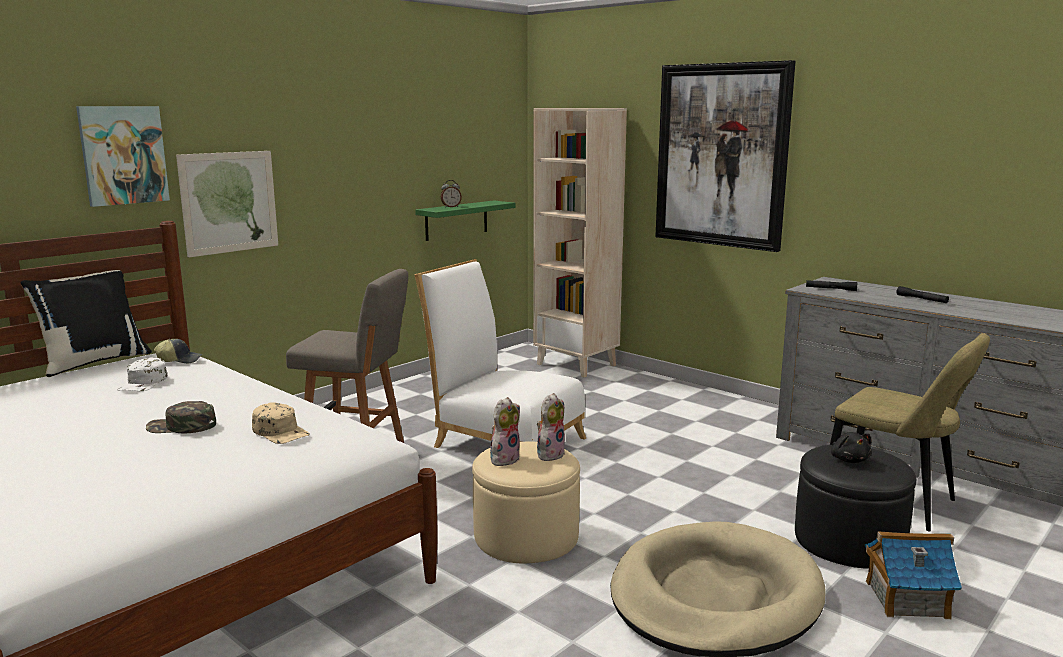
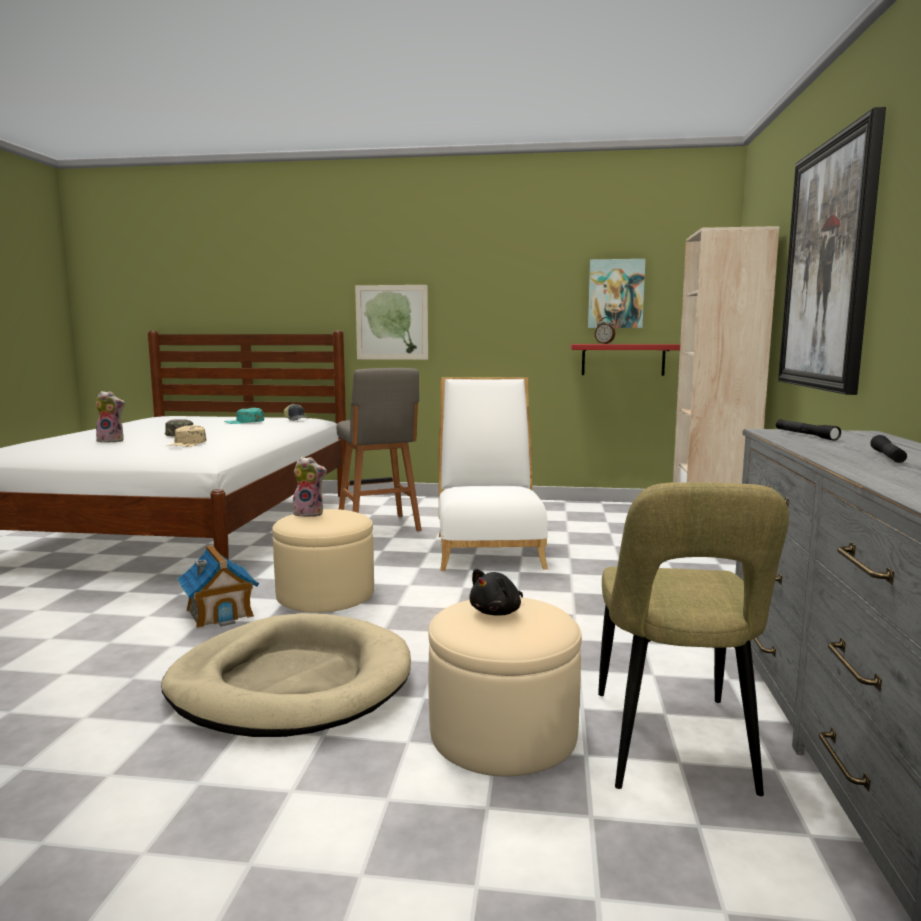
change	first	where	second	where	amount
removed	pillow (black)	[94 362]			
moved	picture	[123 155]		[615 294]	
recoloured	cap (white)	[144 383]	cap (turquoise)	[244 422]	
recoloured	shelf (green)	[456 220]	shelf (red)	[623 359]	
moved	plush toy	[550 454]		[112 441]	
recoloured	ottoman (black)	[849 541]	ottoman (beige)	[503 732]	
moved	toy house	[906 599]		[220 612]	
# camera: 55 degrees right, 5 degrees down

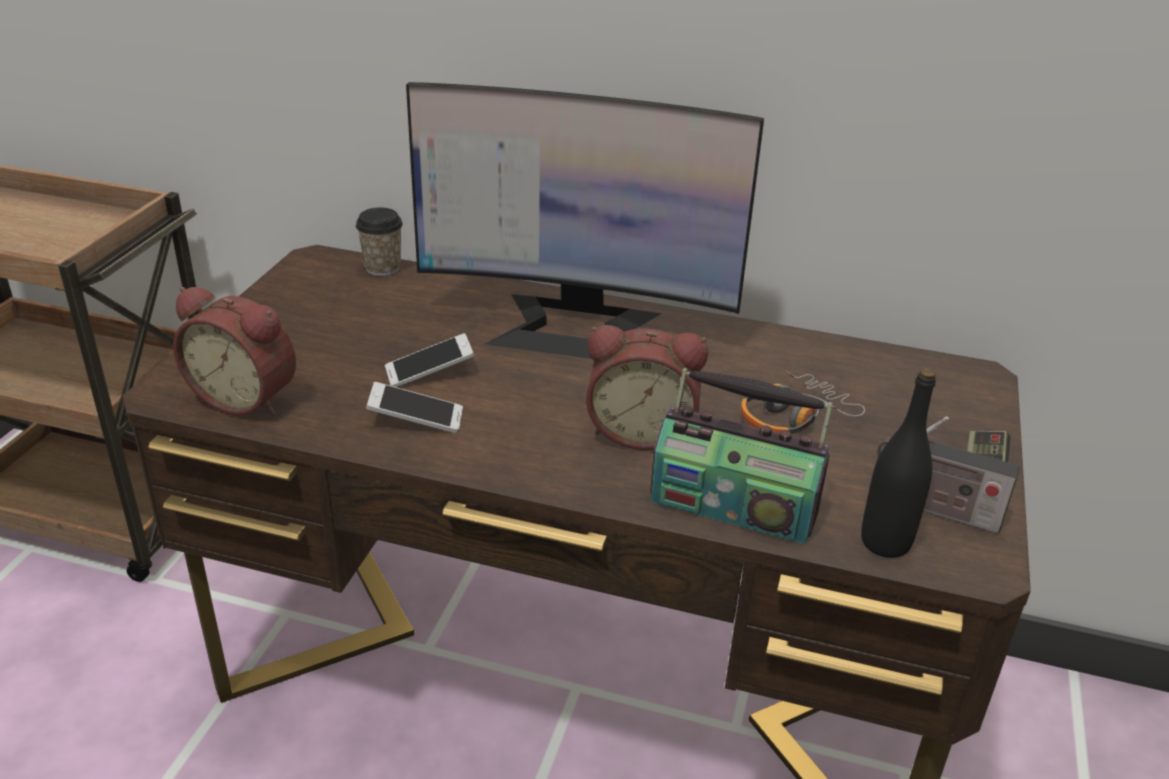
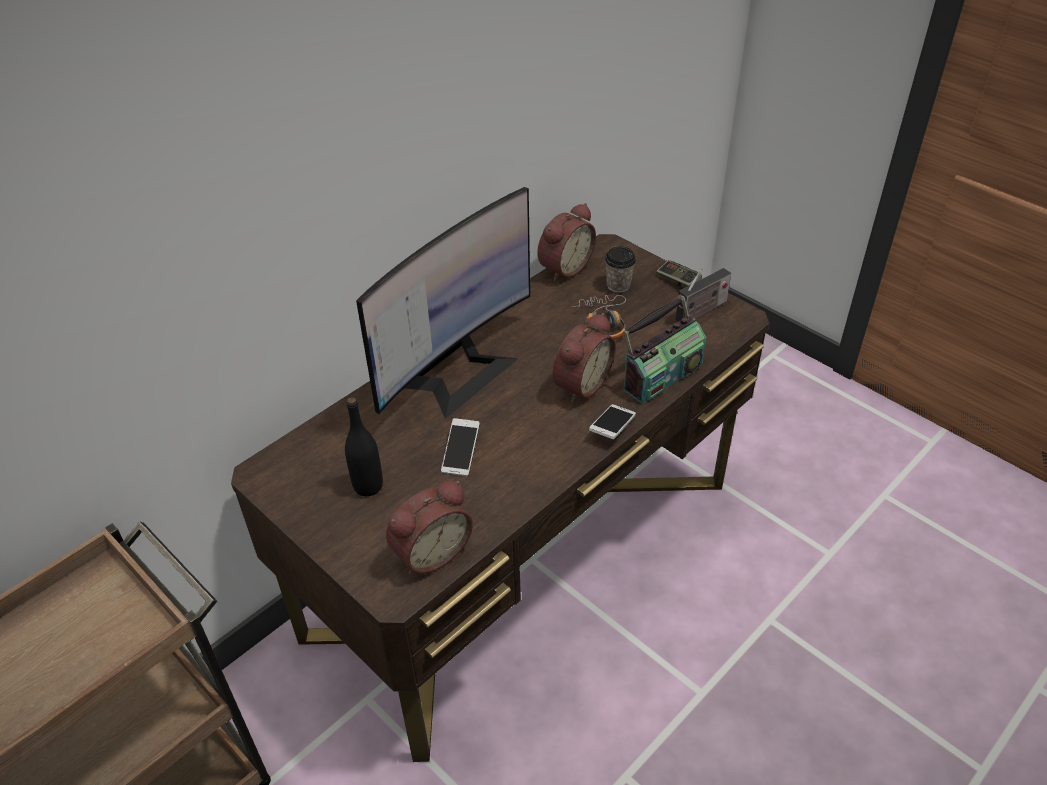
change	first	where	second	where	amount
moved	cup	[382 268]		[618 285]	
moved	phone	[416 419]		[612 428]	
moved	bottle (black)	[885 542]		[368 486]	
added			alarm clock	[563 267]	
# camera: 60 degrees left, 10 degrees up

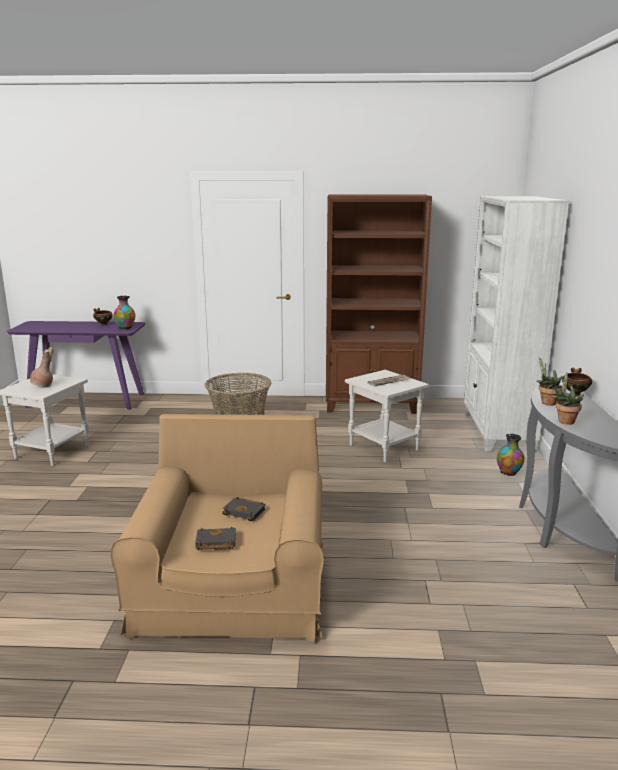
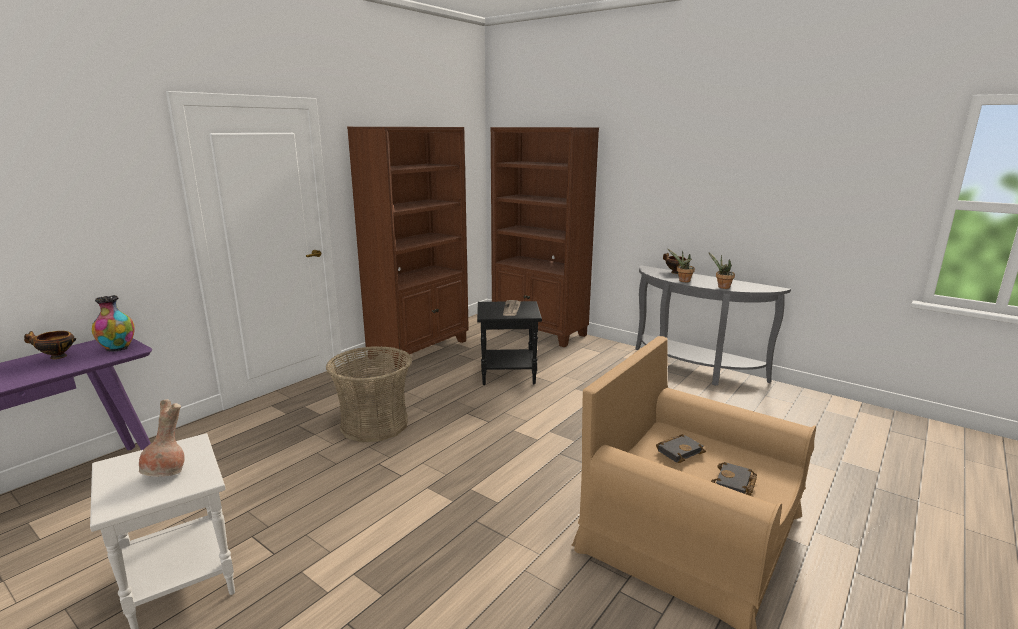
change	first	where	second	where	amount
recoloured	side table (white)	[385 447]	side table (black)	[508 374]	
recoloured	bookcase (white)	[497 432]	bookcase (brown)	[539 332]	
removed	vase	[509 473]			
# camera: 55 degrees left, 0 degrees up

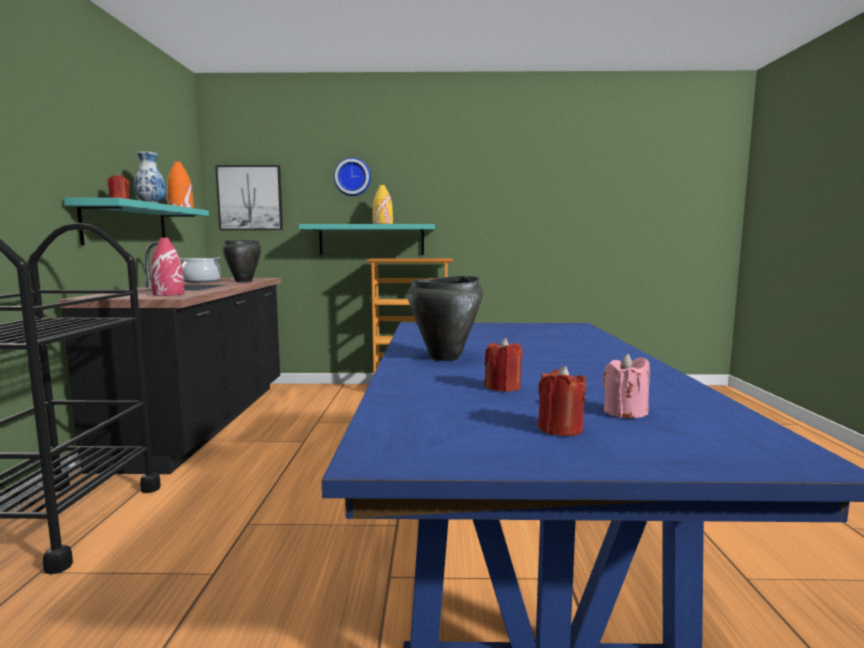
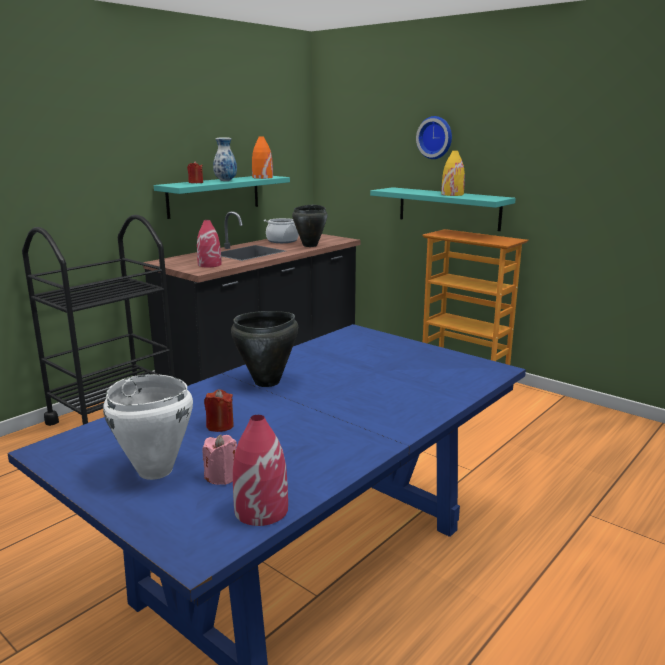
change	first	where	second	where	amount
removed	picture	[250 198]			
replaced	candle (red)	[560 429]	cooking pot (white)	[155 471]	
added			vase (red)	[261 510]	
# camera: 40 degrees right, 10 degrees up

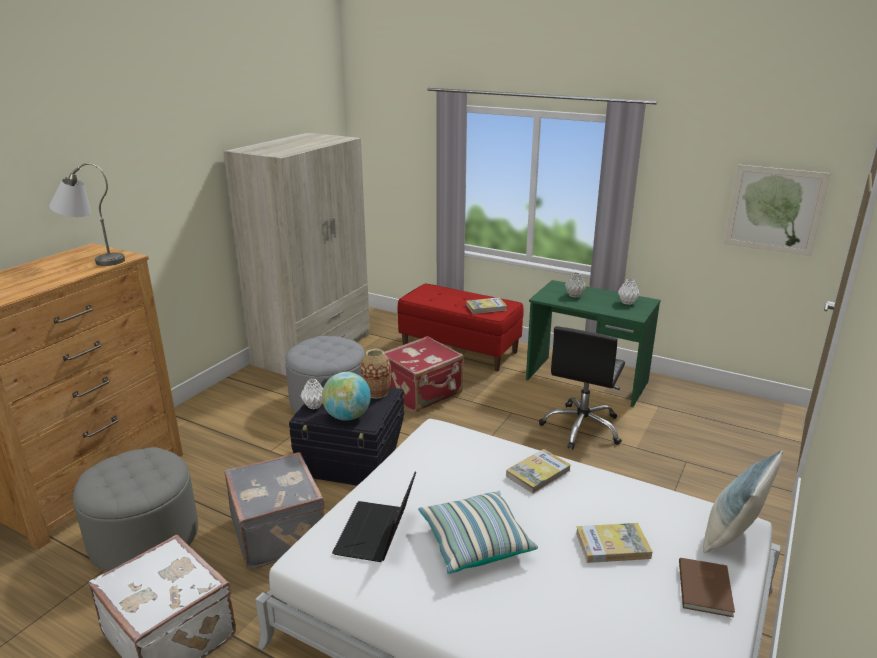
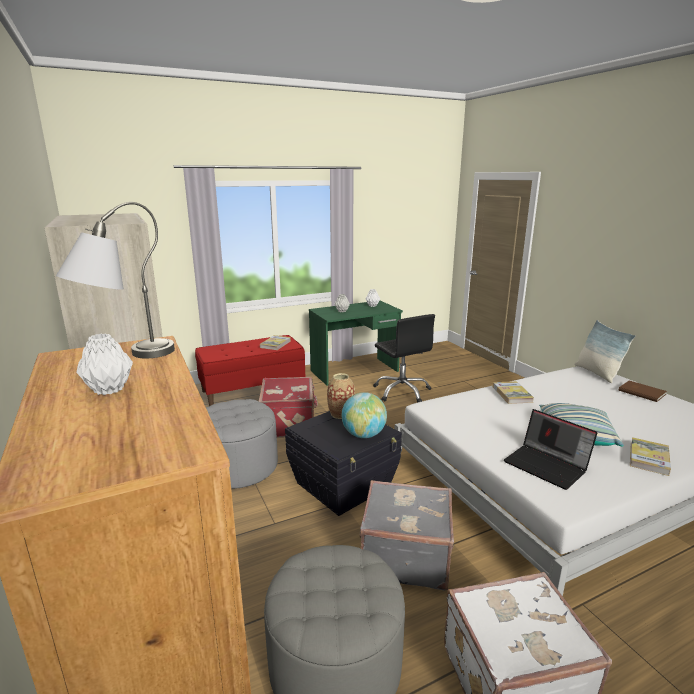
change	first	where	second	where	amount
moved	vase (white)	[314 406]		[108 390]	
moved	book	[612 545]		[648 458]	
removed	picture	[774 210]			
# camera: 55 degrees left, 5 degrees down

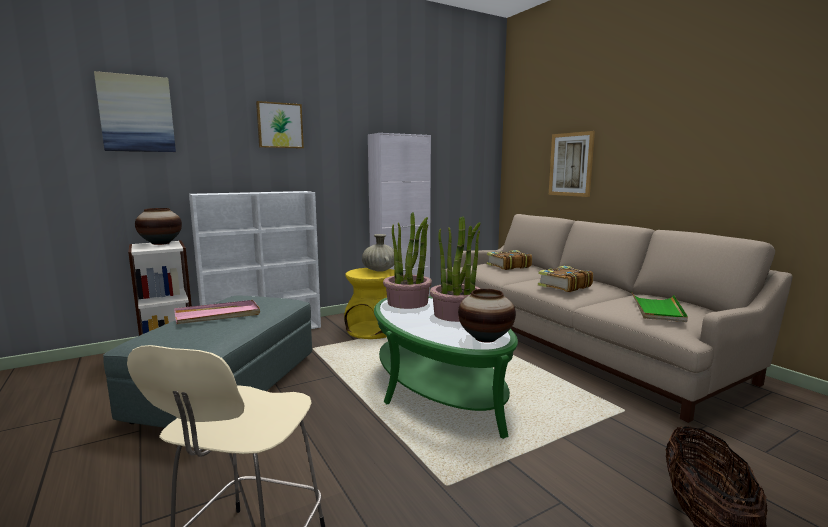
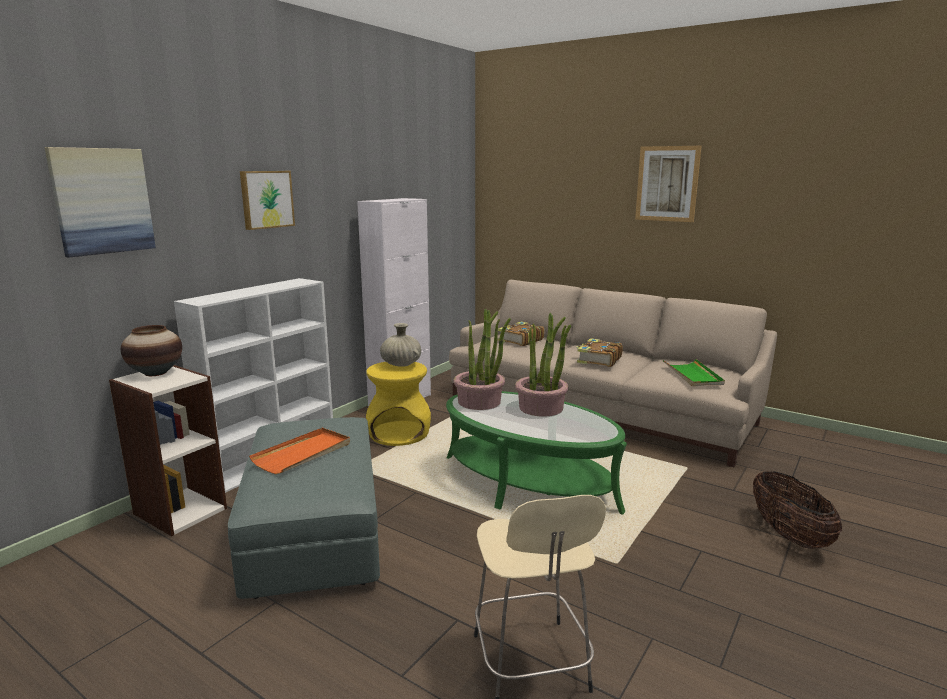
change	first	where	second	where	amount
recoloured	tray (pink)	[218 315]	tray (orange)	[303 453]	
removed	vase	[485 338]			
moved	picture	[571 164]		[667 184]	
# camera: 25 degrees left, 5 degrees up

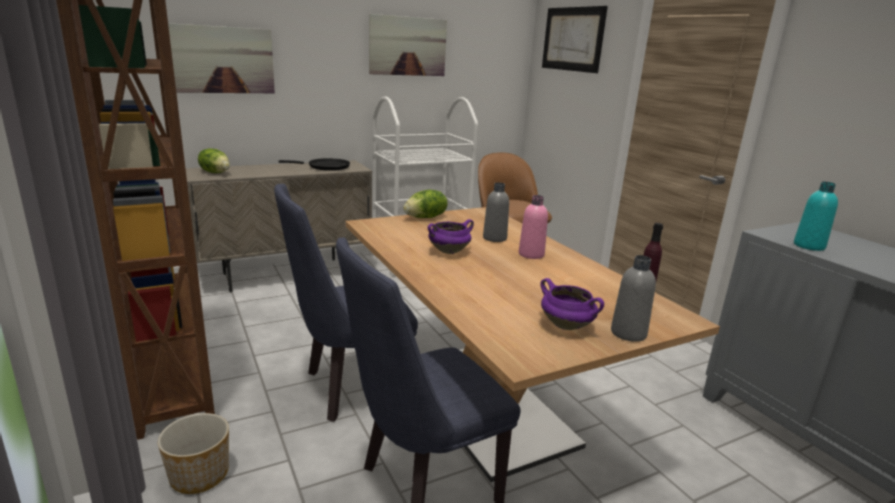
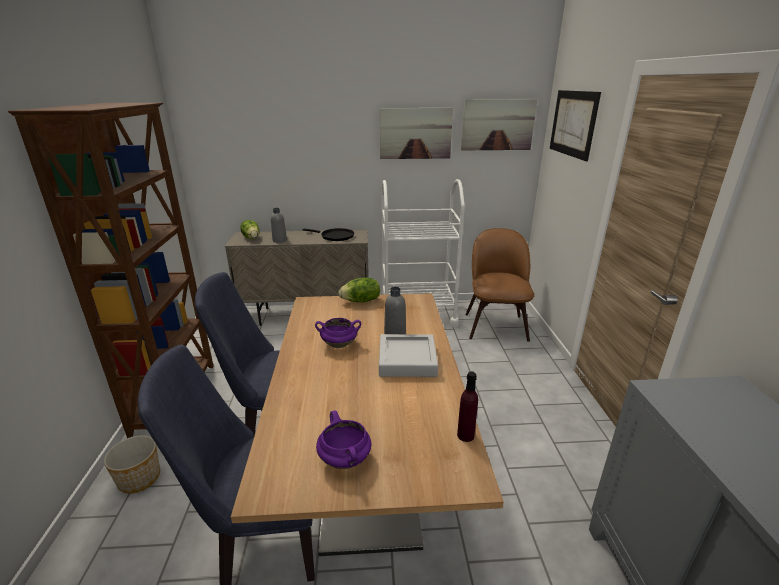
change	first	where	second	where	amount
moved	picture	[223 60]		[497 125]	
replaced	bottle (pink)	[531 254]	tray (grey)	[407 360]	
moved	bottle (grey)	[628 333]		[279 240]	
removed	bottle (turquoise)	[809 246]			
# camera: 25 degrees right, 5 degrees up

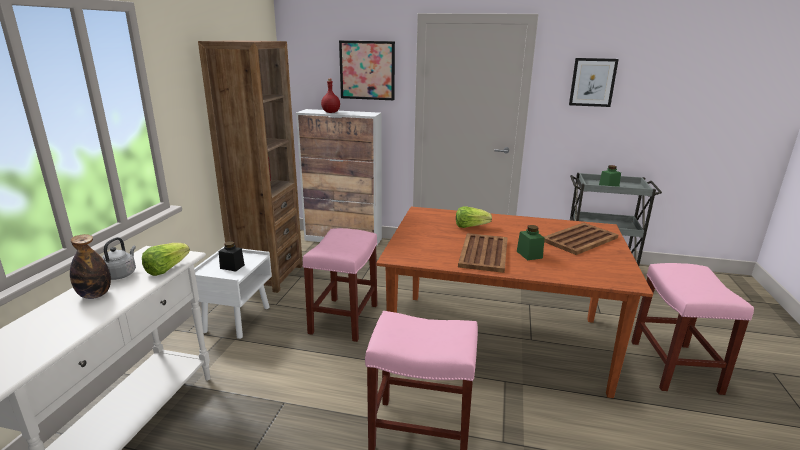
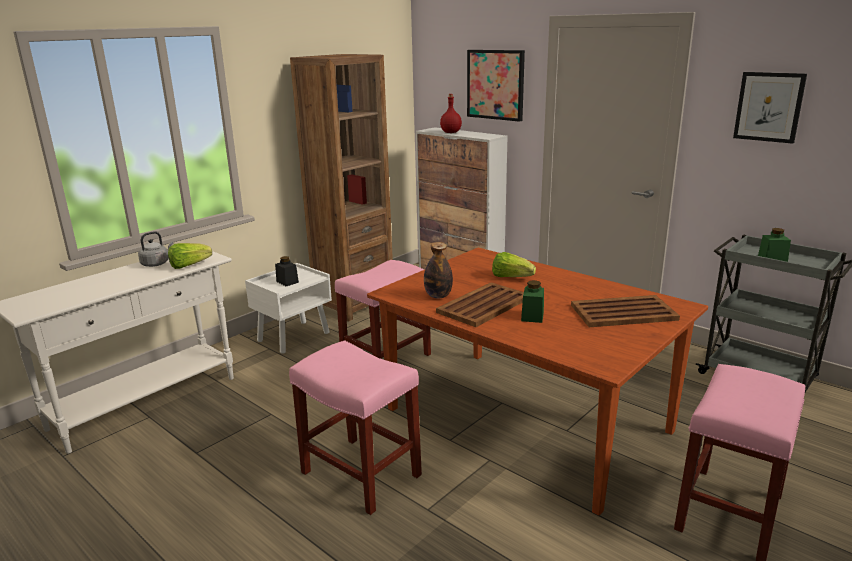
change	first	where	second	where	amount
moved	bottle	[95 295]		[438 296]	
# camera: 30 degrees right, 0 degrees up

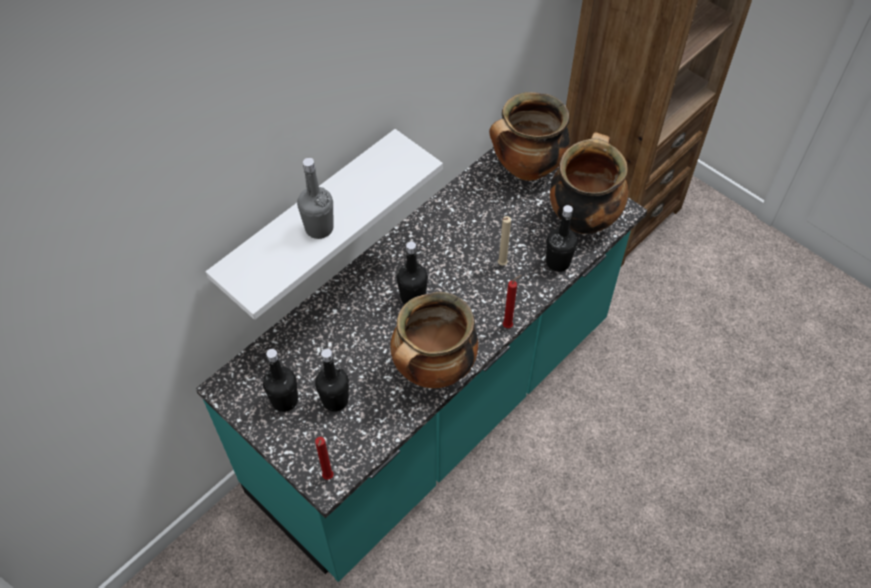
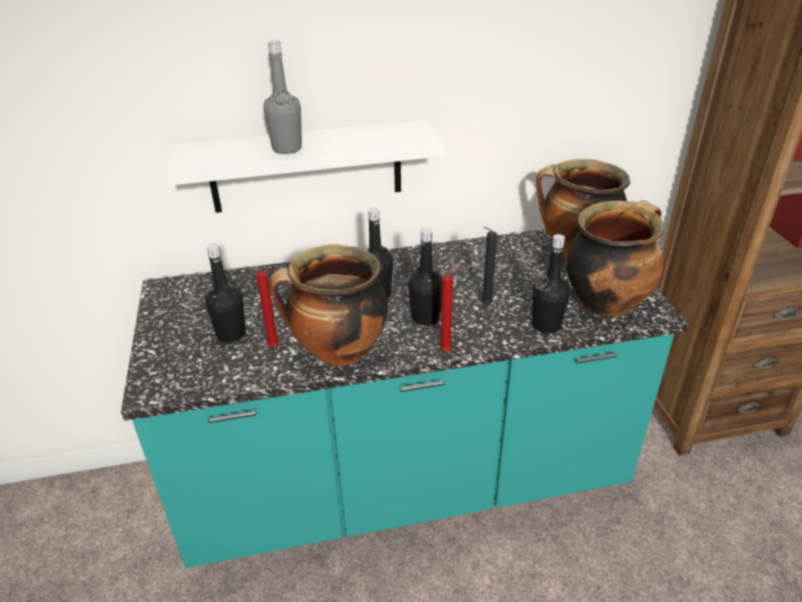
change	first	where	second	where	amount
moved	bottle (black)	[284 400]		[425 317]	
moved	candle (red)	[328 478]		[272 347]	
recoloured	candle (beige)	[501 264]	candle (black)	[484 304]	
# camera: 35 degrees right, 20 degrees down

